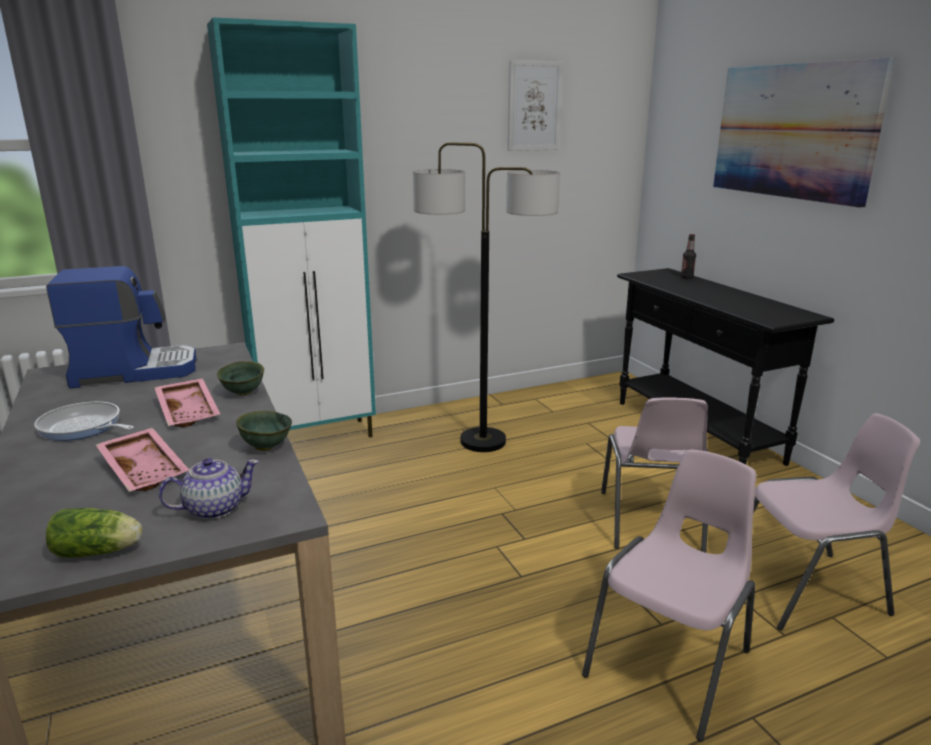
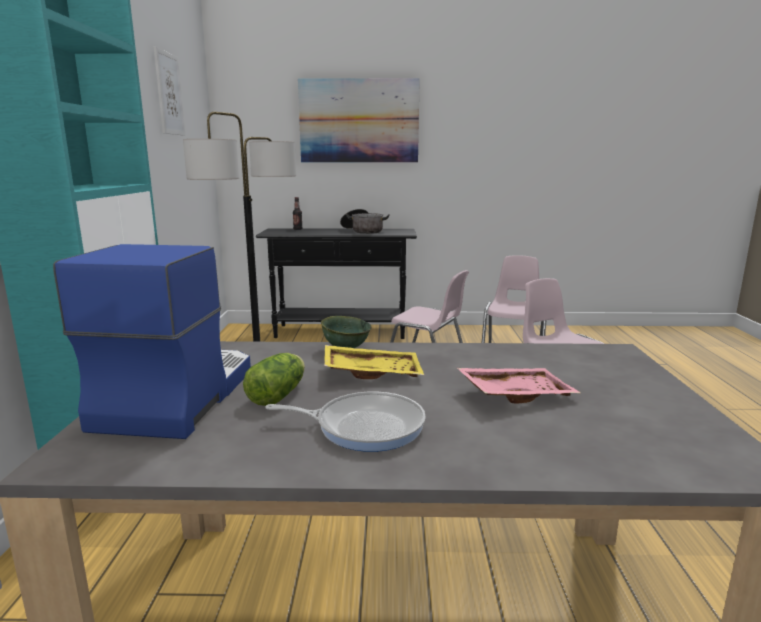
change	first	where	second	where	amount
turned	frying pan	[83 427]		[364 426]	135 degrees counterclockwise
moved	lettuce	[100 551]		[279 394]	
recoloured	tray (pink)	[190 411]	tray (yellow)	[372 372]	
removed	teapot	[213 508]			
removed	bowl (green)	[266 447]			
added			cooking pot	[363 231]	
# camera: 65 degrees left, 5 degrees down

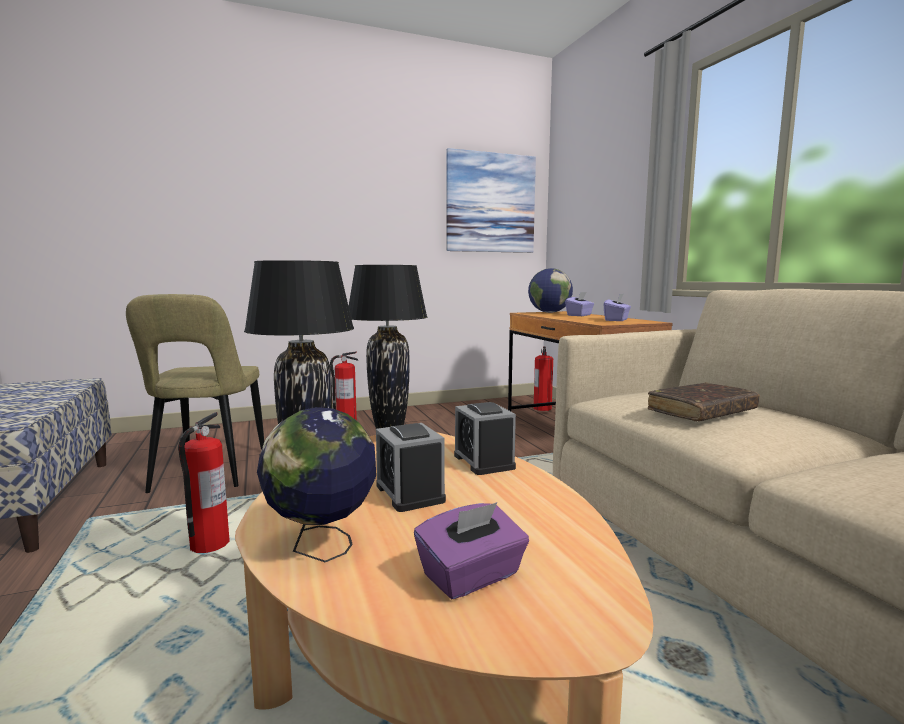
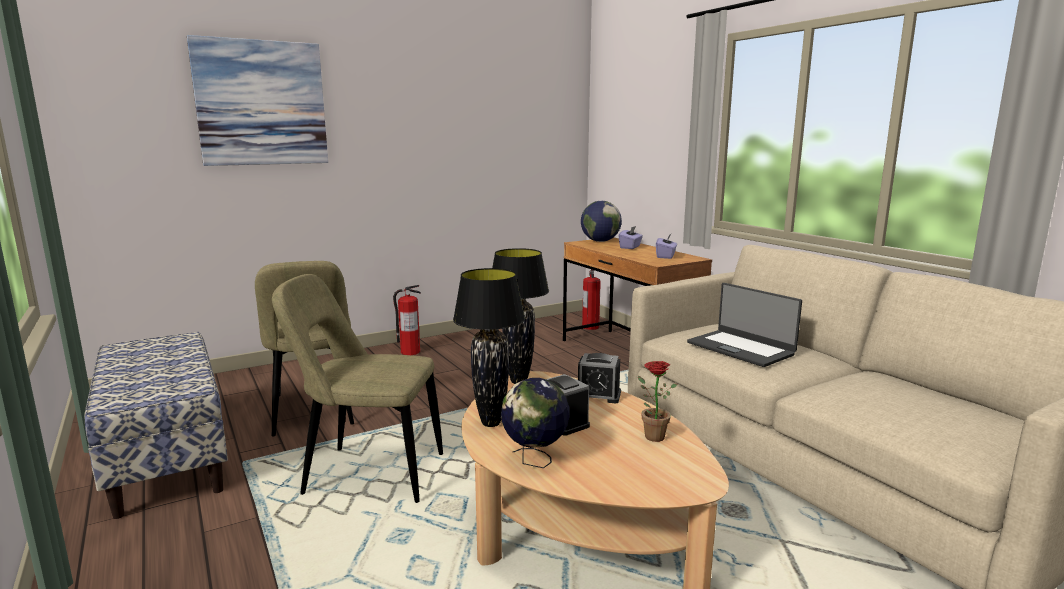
change	first	where	second	where	amount
replaced	fire extinguisher	[209 545]	chair (beige)	[368 474]	
removed	tissue box (purple)	[472 576]			
moved	picture	[490 203]		[261 103]	
turned	alarm clock	[483 461]		[598 395]	45 degrees counterclockwise
replaced	book (brown)	[701 412]	laptop	[741 348]	
added			potted plant	[651 435]	
# camera: 10 degrees left, 5 degrees up

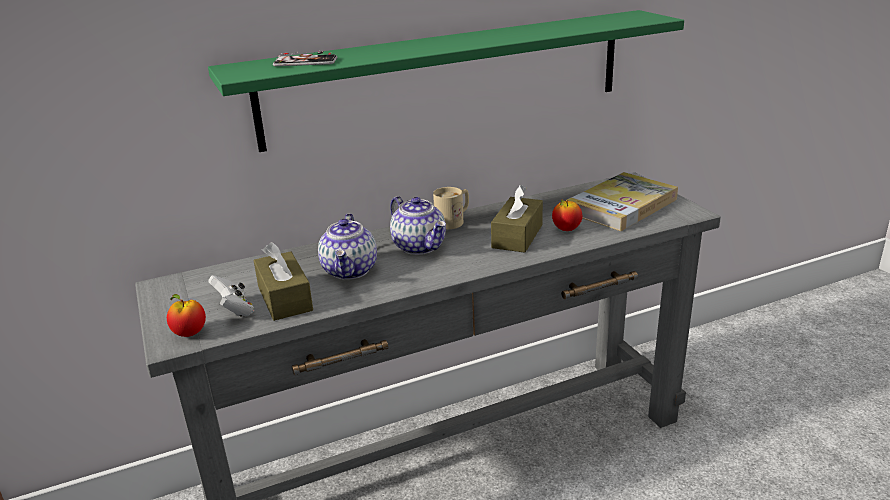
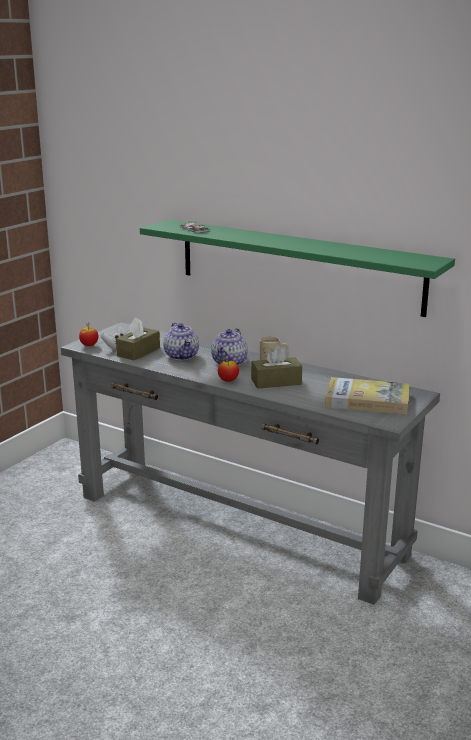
change	first	where	second	where	amount
turned	teapot	[350 271]		[182 356]	75 degrees counterclockwise
moved	apple	[566 229]		[228 381]	
# camera: 55 degrees right, 5 degrees down

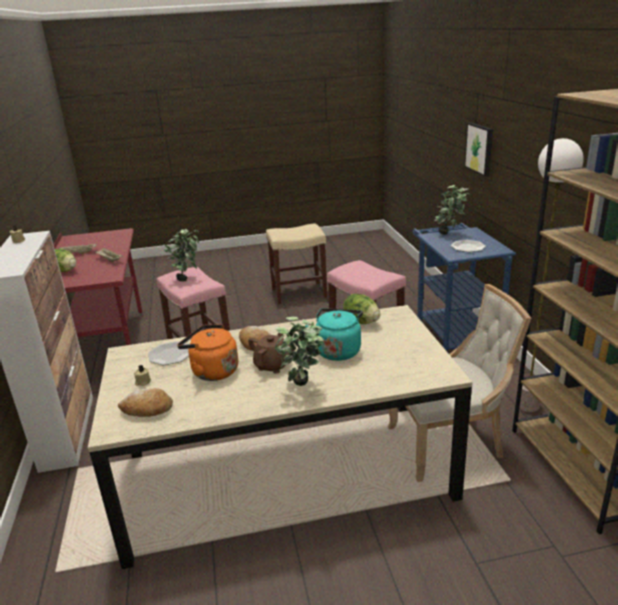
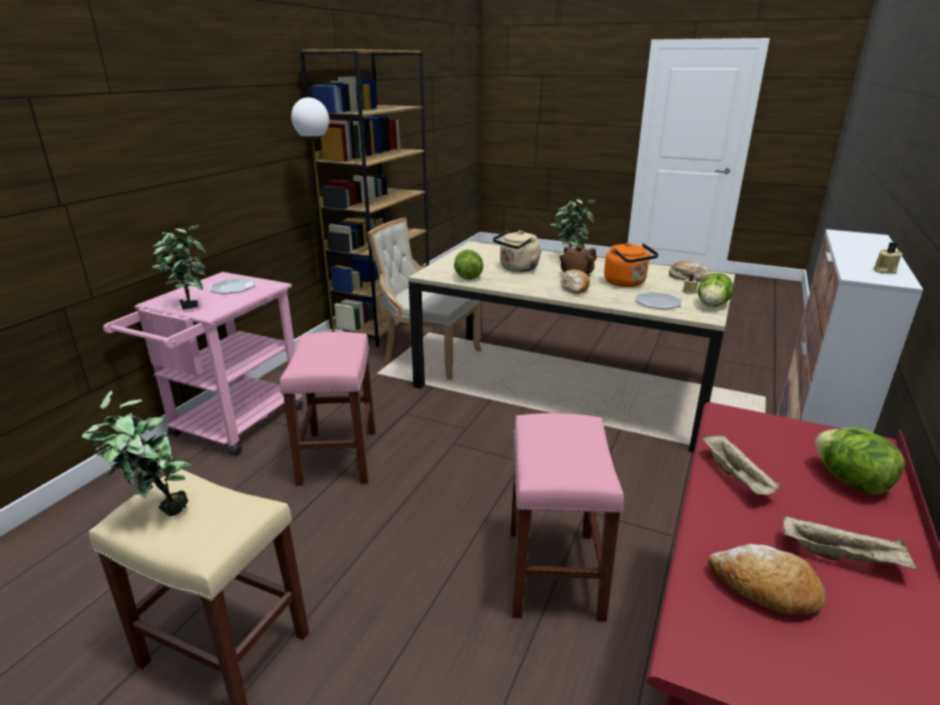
change	first	where	second	where	amount
moved	potted plant	[187 278]		[158 513]	
recoloured	kettle (turquoise)	[338 350]	kettle (beige)	[517 269]	
recoloured	cart (blue)	[453 331]	cart (pink)	[230 427]	
removed	picture	[480 148]			
added			lettuce	[712 305]	
added			bread	[764 589]	
# camera: 145 degrees left, 0 degrees up

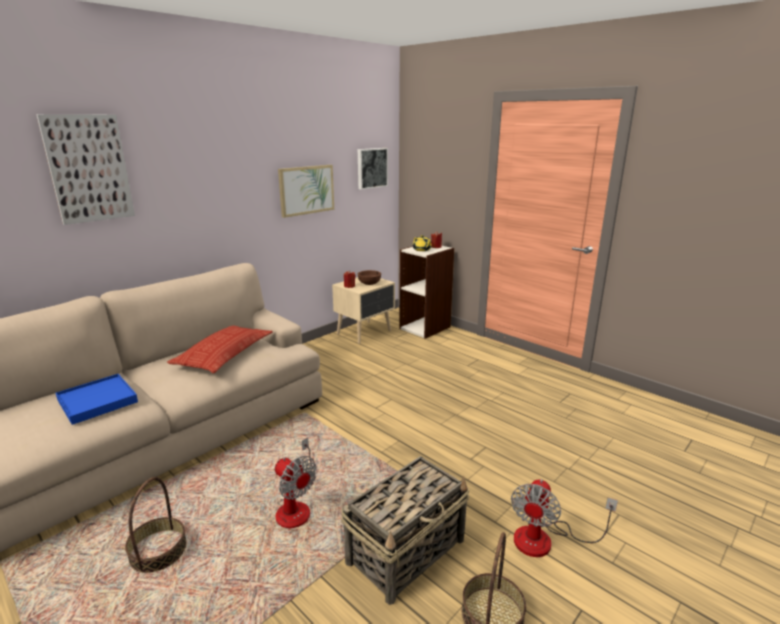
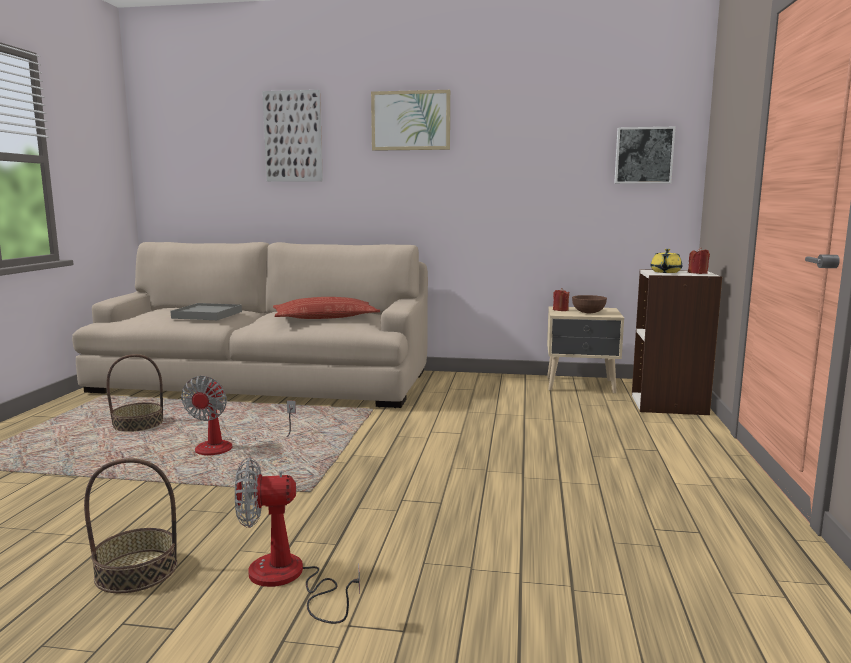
change	first	where	second	where	amount
recoloured	tray (blue)	[97 401]	tray (grey)	[207 315]	
moved	picture	[306 190]		[411 120]	
removed	basket	[407 550]			
# camera: 55 degrees right, 10 degrees down

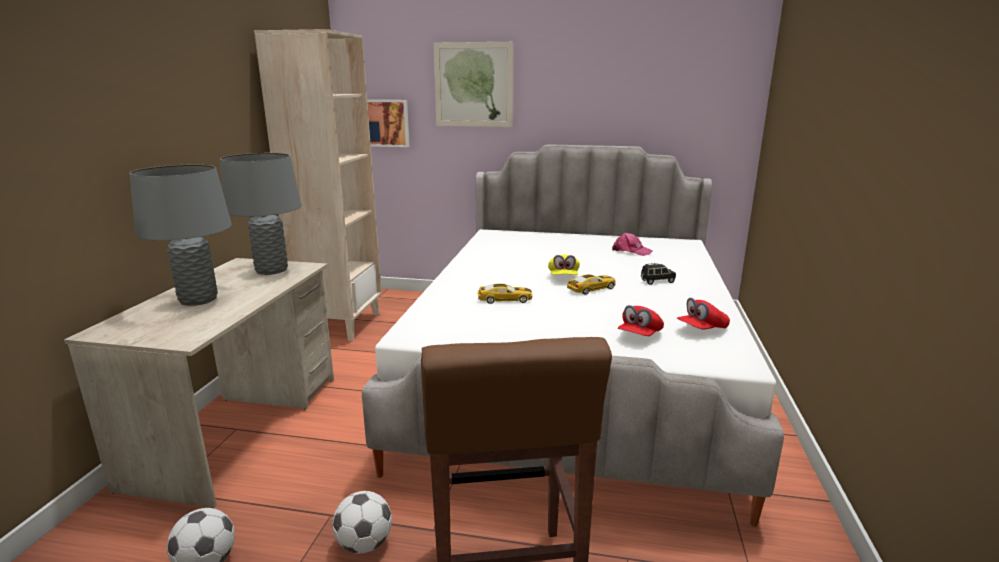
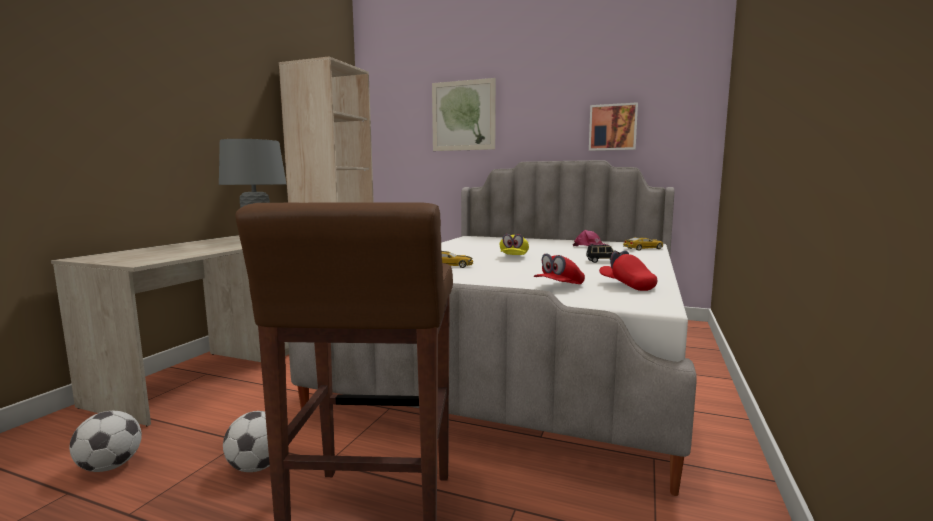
change	first	where	second	where	amount
removed	table lamp (grey)	[198 300]			
moved	picture	[386 123]		[613 127]	
moved	toy car	[592 289]		[643 248]	
turned	cap (red)	[701 329]		[627 286]	75 degrees clockwise
# camera: 10 degrees right, 10 degrees down

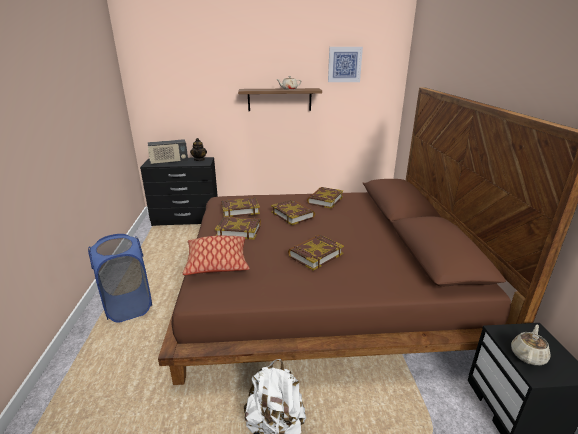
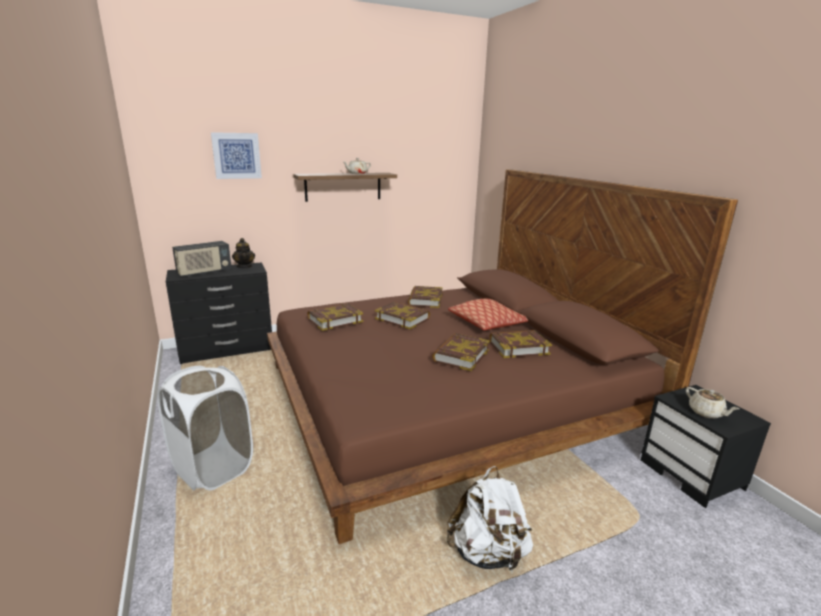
change	first	where	second	where	amount
recoloured	laundry basket (blue)	[129 306]	laundry basket (white)	[213 468]	
moved	pillow	[217 263]		[487 323]	
moved	book	[239 230]		[518 347]	
moved	picture	[344 64]		[236 155]	
turned	teapot (beige)	[528 355]		[706 412]	135 degrees clockwise
# camera: 20 degrees left, 5 degrees down

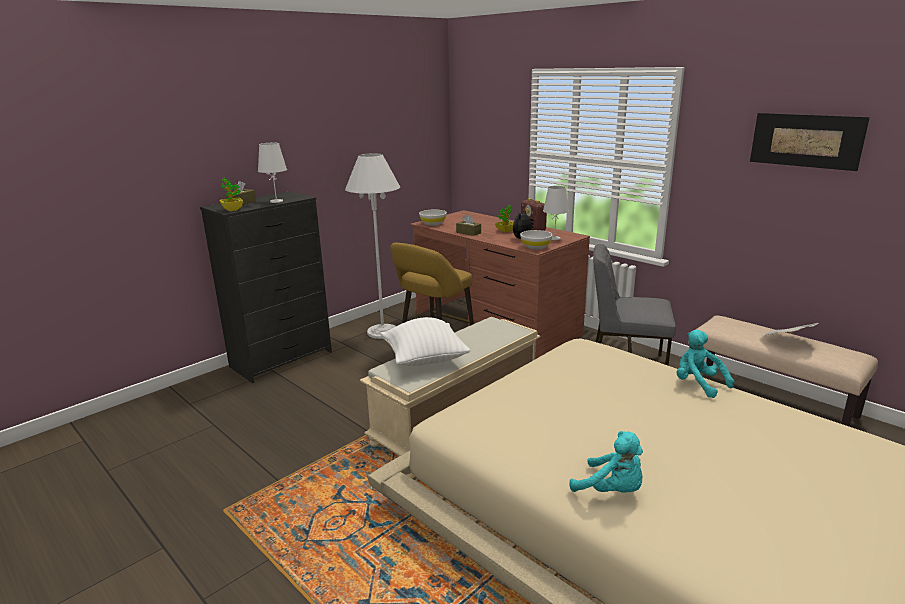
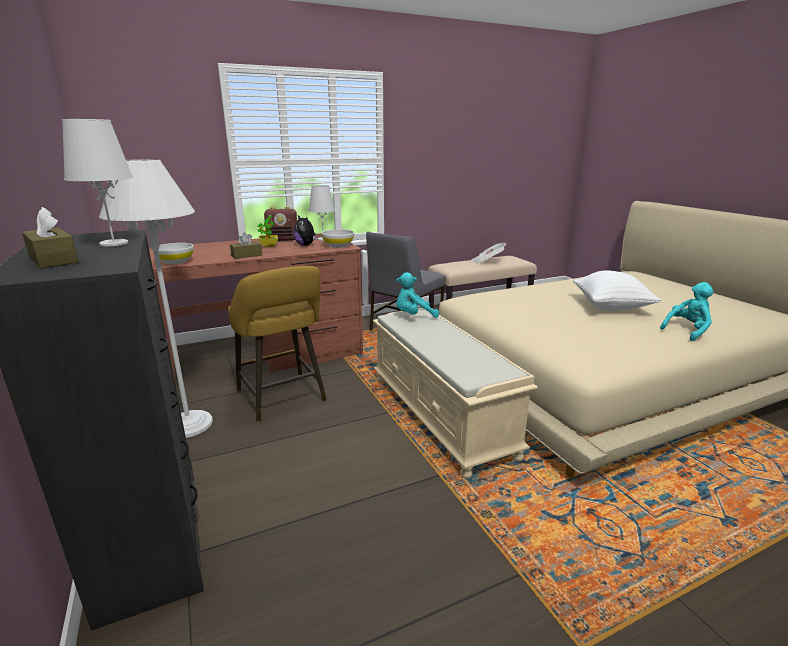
change	first	where	second	where	amount
removed	potted plant	[232 210]			
moved	pillow (white)	[425 360]		[611 307]	
moved	plush toy (turquoise)	[698 384]		[414 316]	
removed	picture	[806 140]			
# camera: 70 degrees left, 0 degrees up

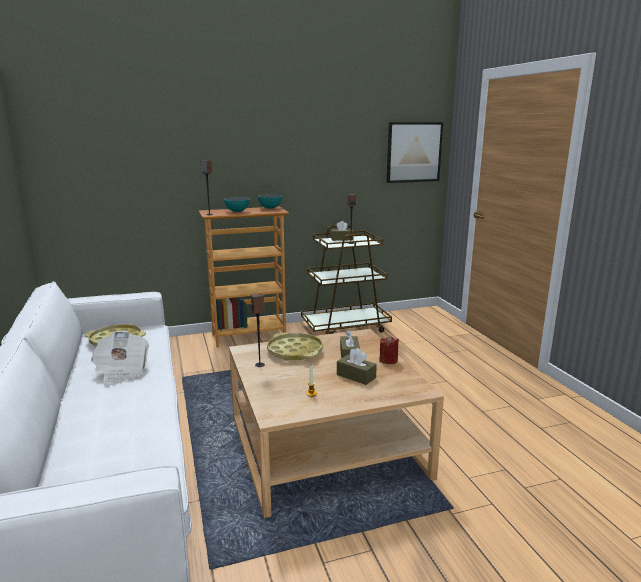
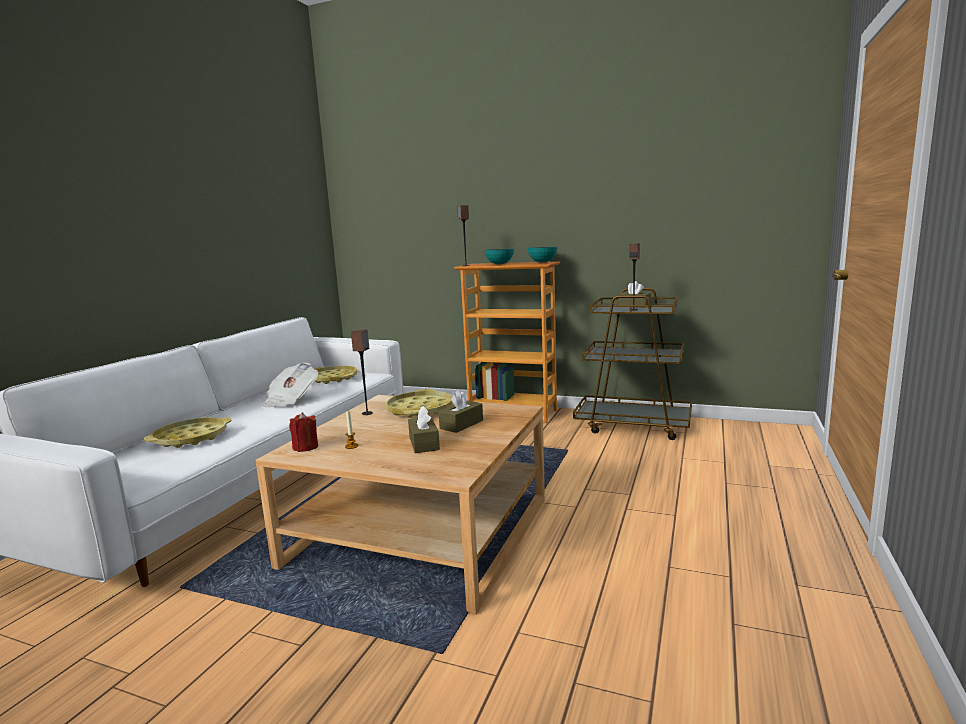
change	first	where	second	where	amount
moved	candle (red)	[388 360]		[305 447]	
removed	picture	[414 152]			
added			tray (yellow)	[191 438]	
# camera: 40 degrees right, 5 degrees down

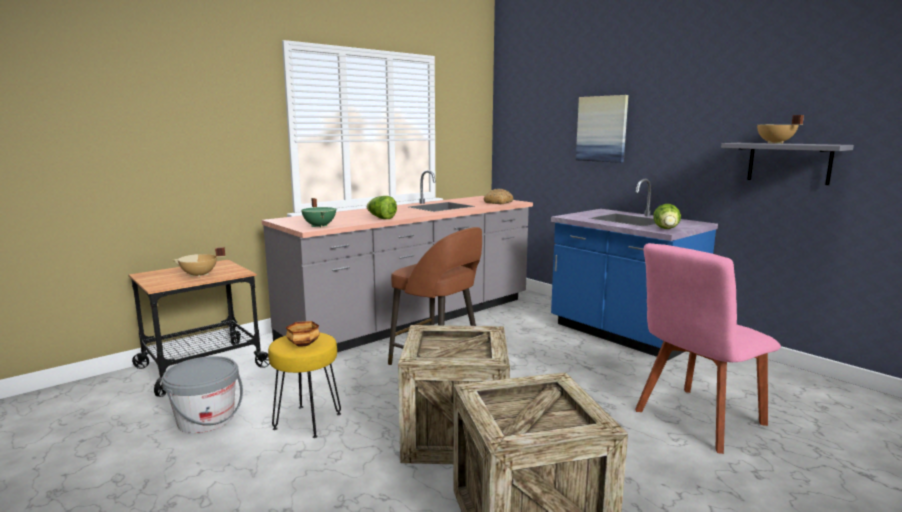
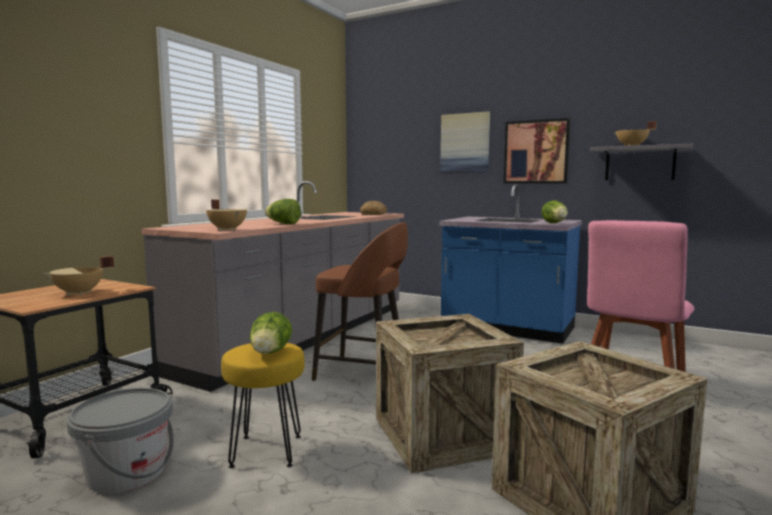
change	first	where	second	where	amount
replaced	bowl	[304 344]	lettuce	[270 353]	
recoloured	cooking pot (green)	[320 226]	cooking pot (beige)	[228 229]	
added			picture	[536 152]	
# camera: 20 degrees left, 5 degrees down

